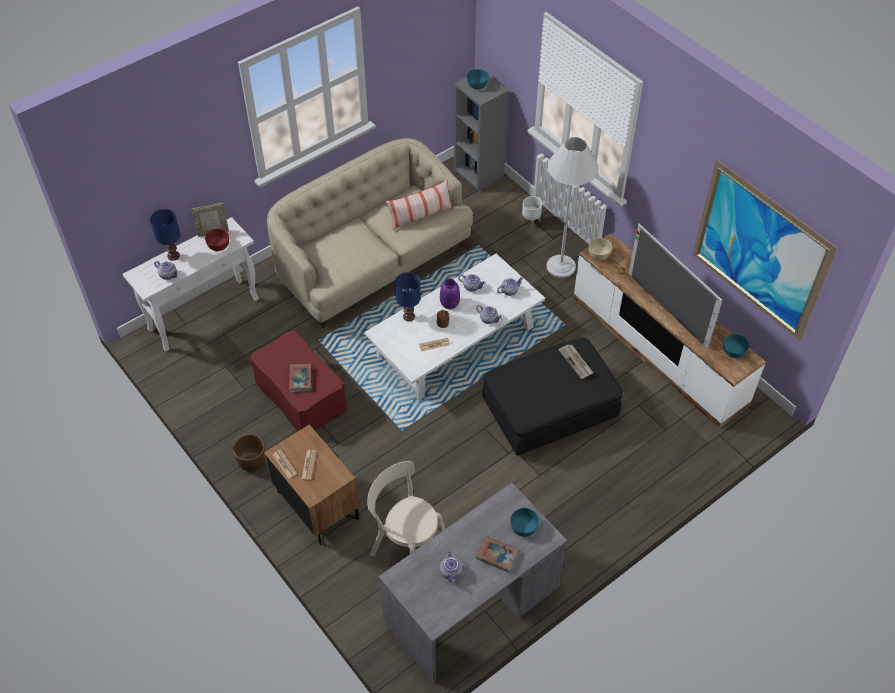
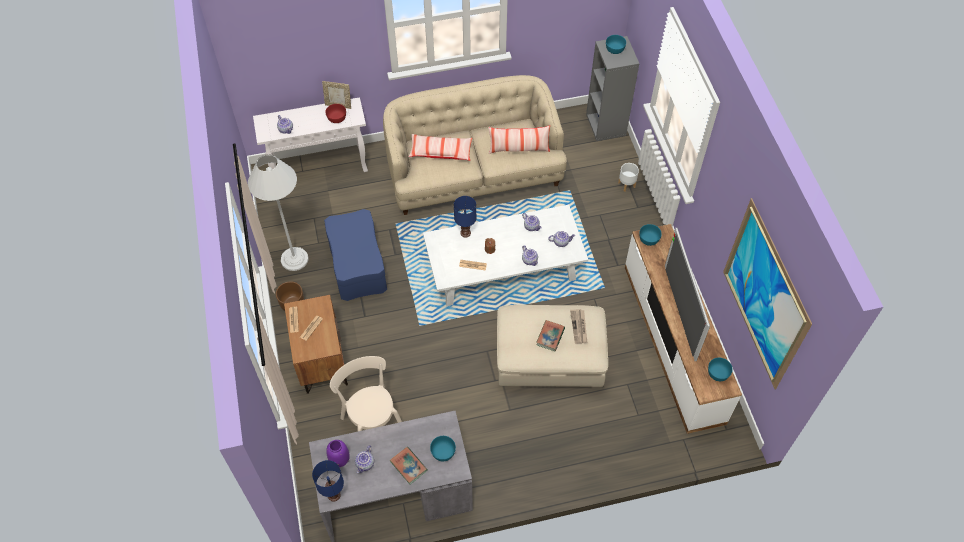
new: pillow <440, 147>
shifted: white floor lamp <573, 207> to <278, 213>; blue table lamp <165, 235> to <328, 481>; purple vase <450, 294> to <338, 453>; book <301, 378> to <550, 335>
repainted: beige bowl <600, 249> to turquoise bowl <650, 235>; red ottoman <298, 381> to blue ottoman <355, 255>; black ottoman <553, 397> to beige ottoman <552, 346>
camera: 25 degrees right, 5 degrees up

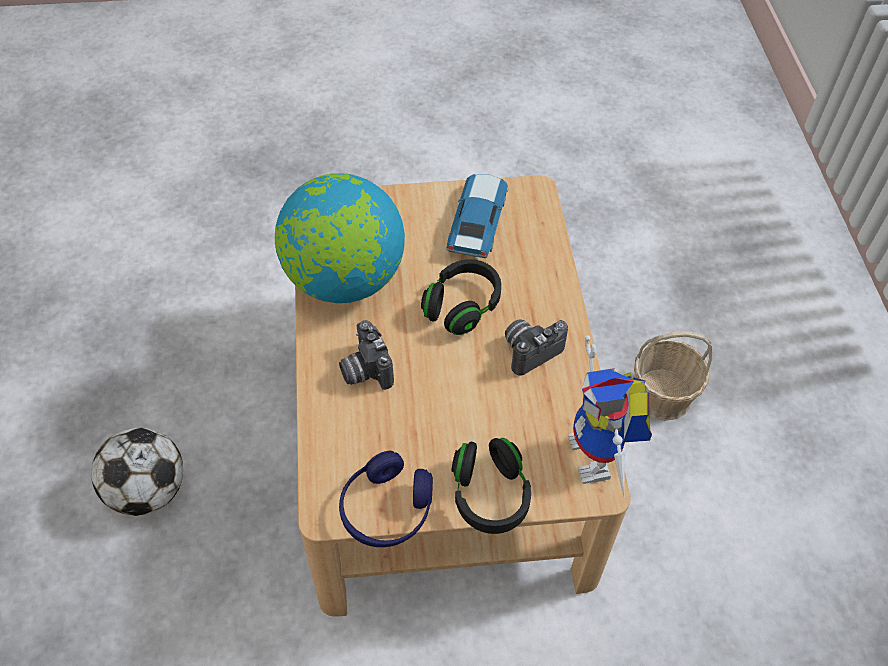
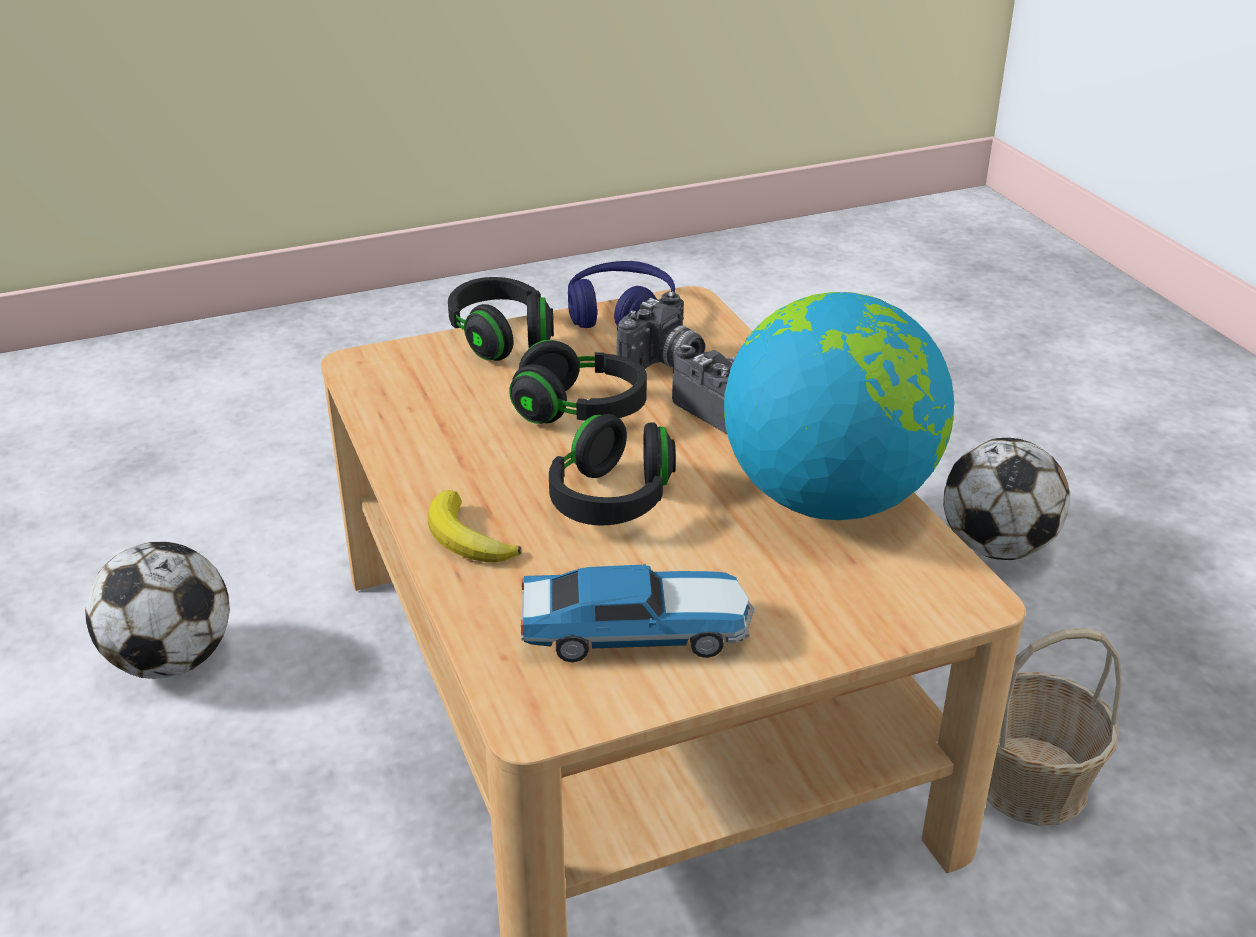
gone: toy robot <610, 416>
new: black headphones <578, 382>; banana <474, 526>; football <157, 610>
shifted: photo camera <536, 347> to <661, 330>; basket <673, 376> to <1054, 727>
rotated: toy car <477, 216> = <637, 613> 90 degrees counterclockwise
camera: 165 degrees right, 20 degrees down

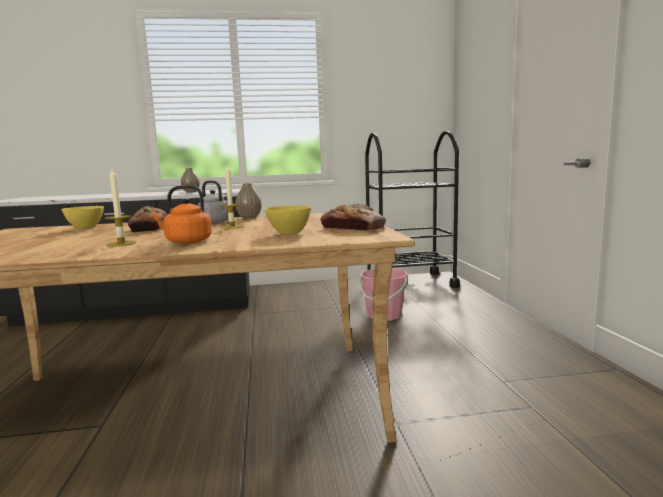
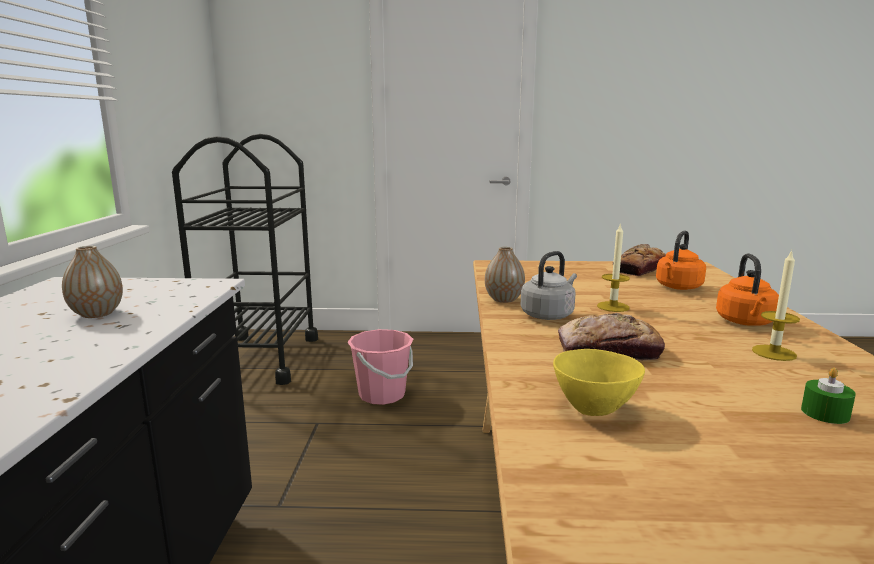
new: green candle <828, 396>
swapped: yellow bowl <287, 220> to orange kettle <681, 260>
camera: 80 degrees left, 5 degrees up

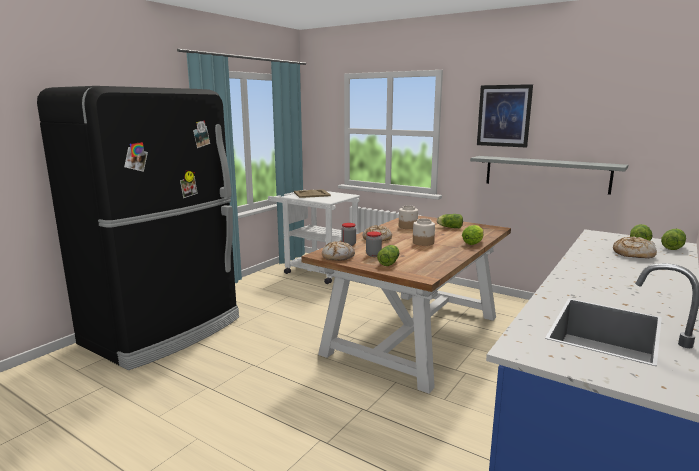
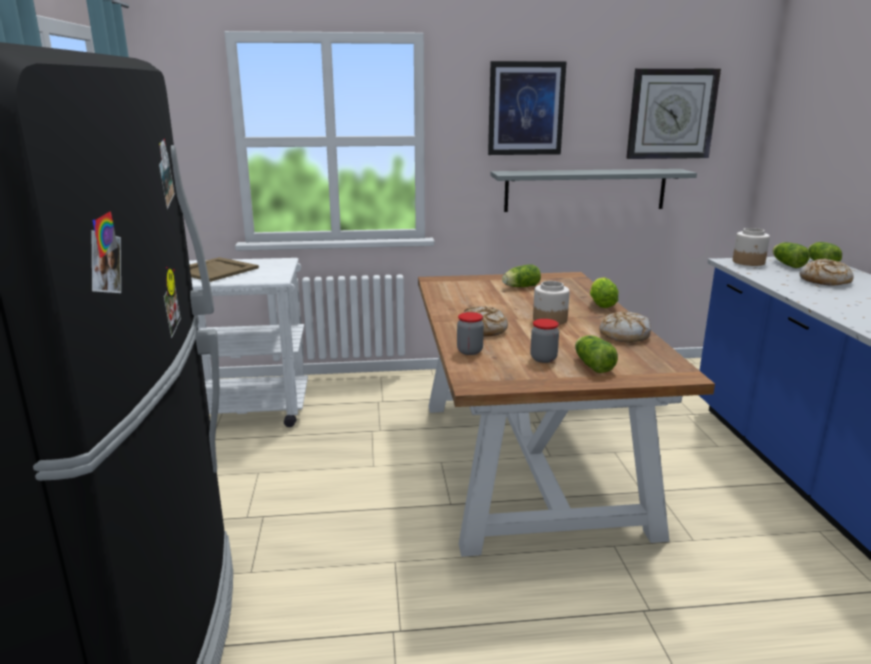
new: wall clock <673, 113>
shifted: jar <408, 217> to <751, 247>; bread <338, 251> to <625, 327>
camera: 40 degrees left, 5 degrees up

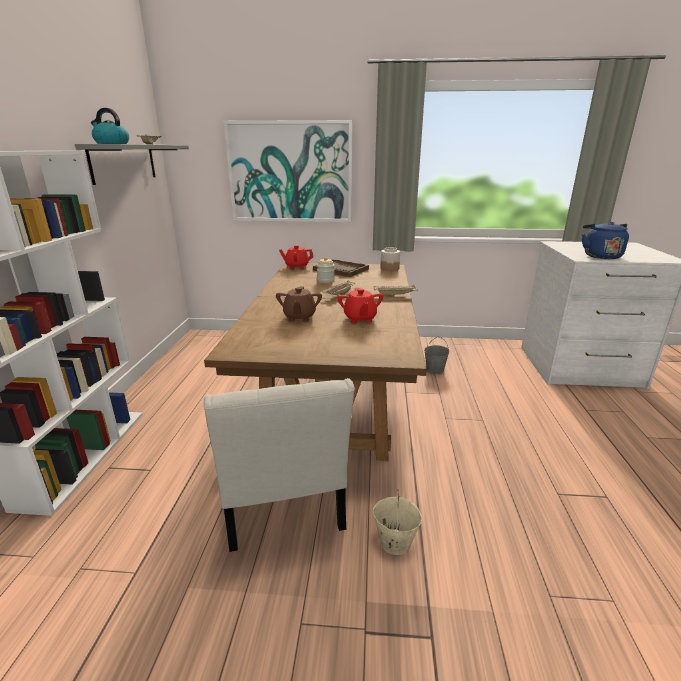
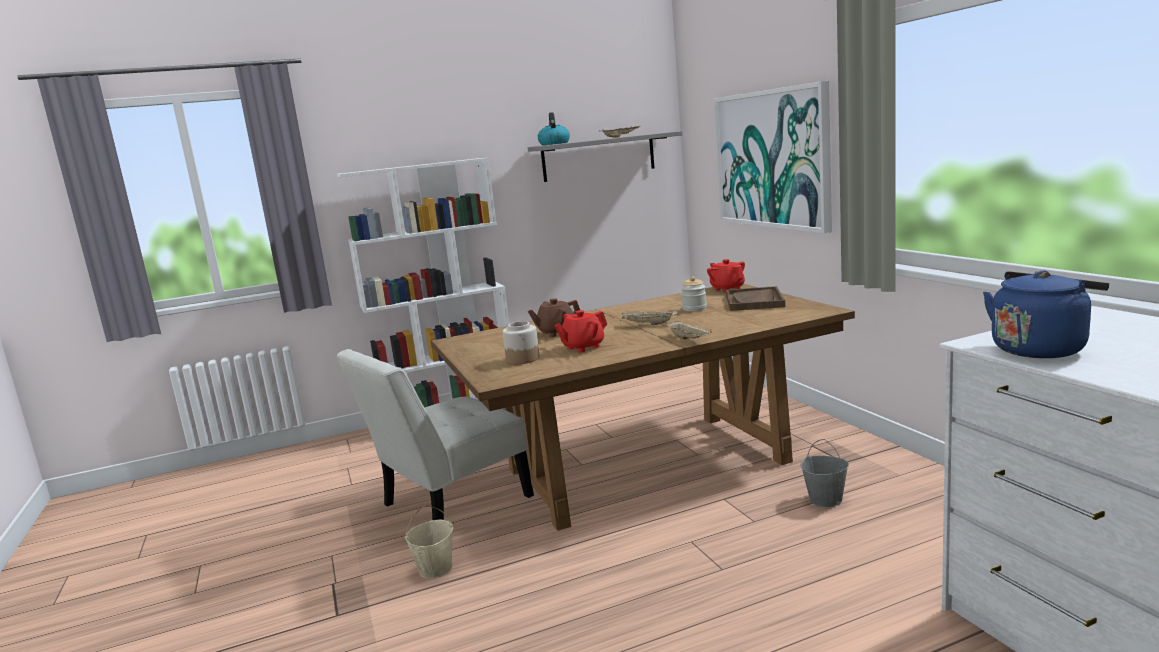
shifted: jar <390, 259> to <521, 342>
camera: 65 degrees right, 10 degrees down

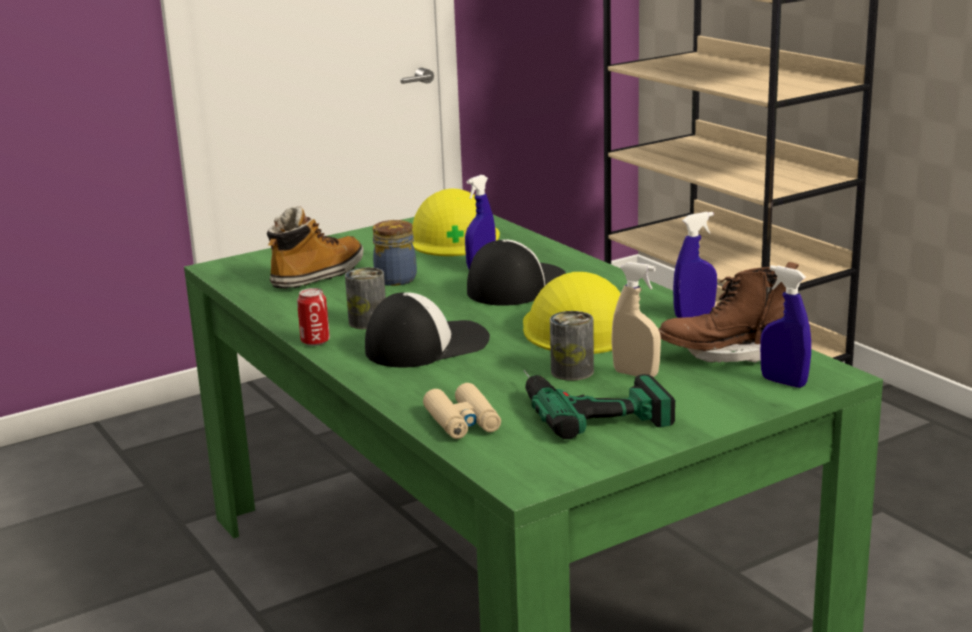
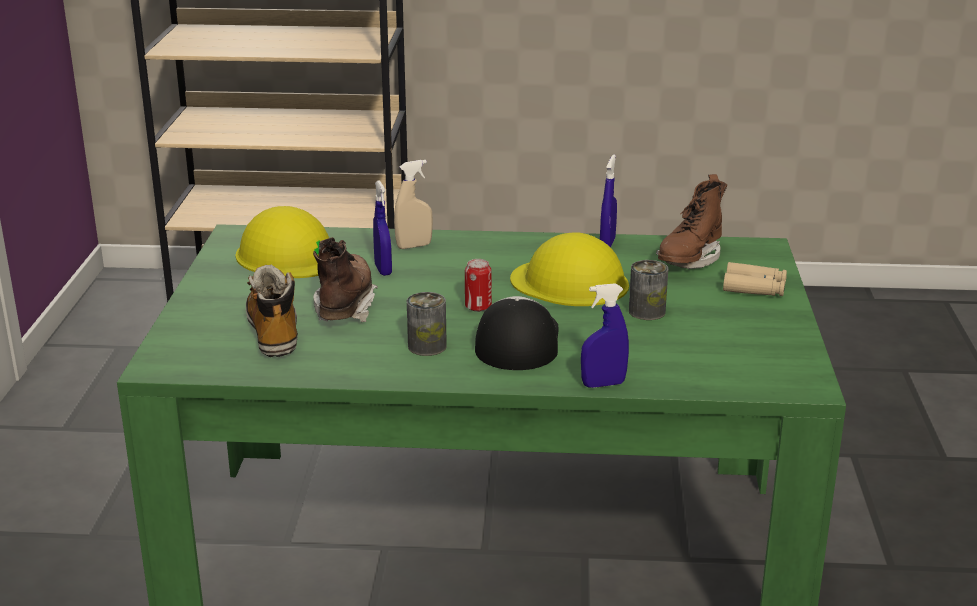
gone: cap <516, 272>; power drill <599, 404>
shifted: beige spray bottle <636, 319> to <413, 204>; blue spray bottle <785, 326> to <605, 335>; can <313, 317> to <478, 285>; beige binoculars <462, 411> to <755, 279>
swapped: jar <395, 253> to brown boot <345, 279>
camera: 55 degrees left, 5 degrees up

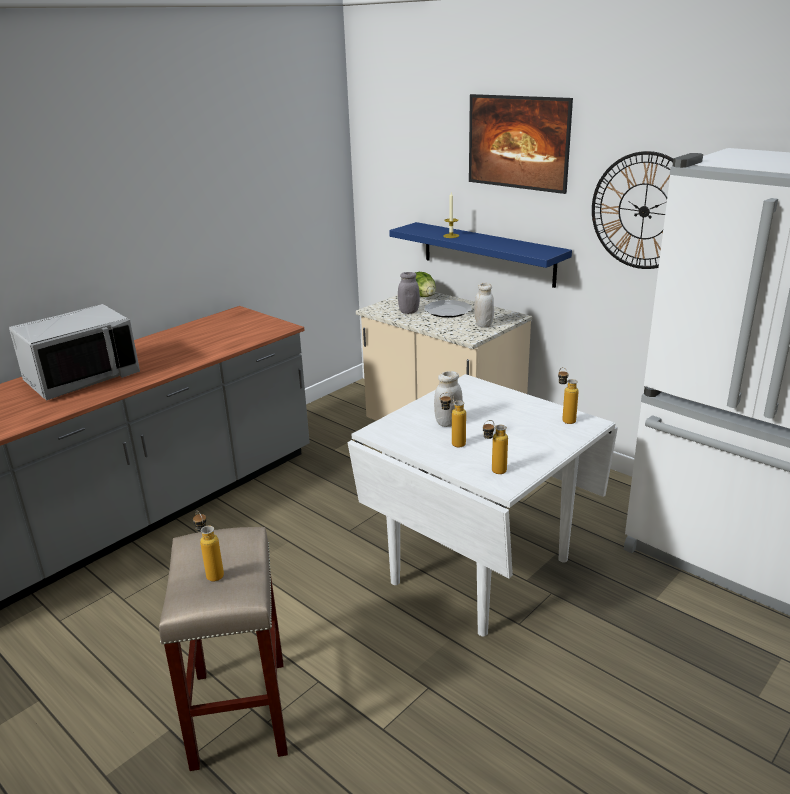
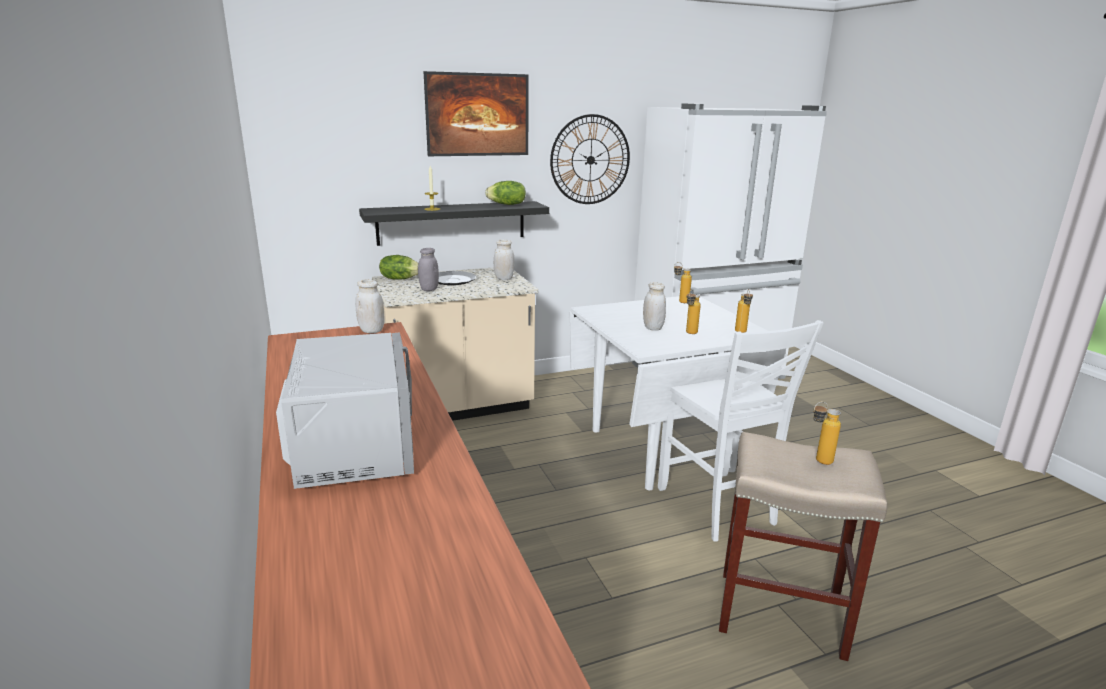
new: lettuce <505, 193>; white jar <369, 306>; white chair <741, 431>
repainted: blue shelf <480, 255> to black shelf <454, 223>
camera: 65 degrees left, 5 degrees down

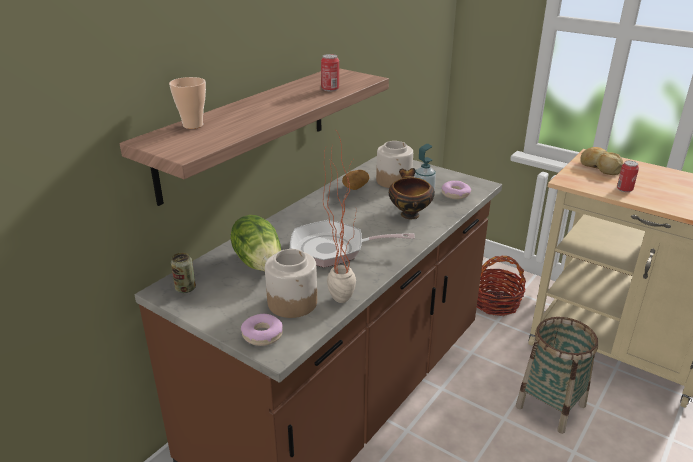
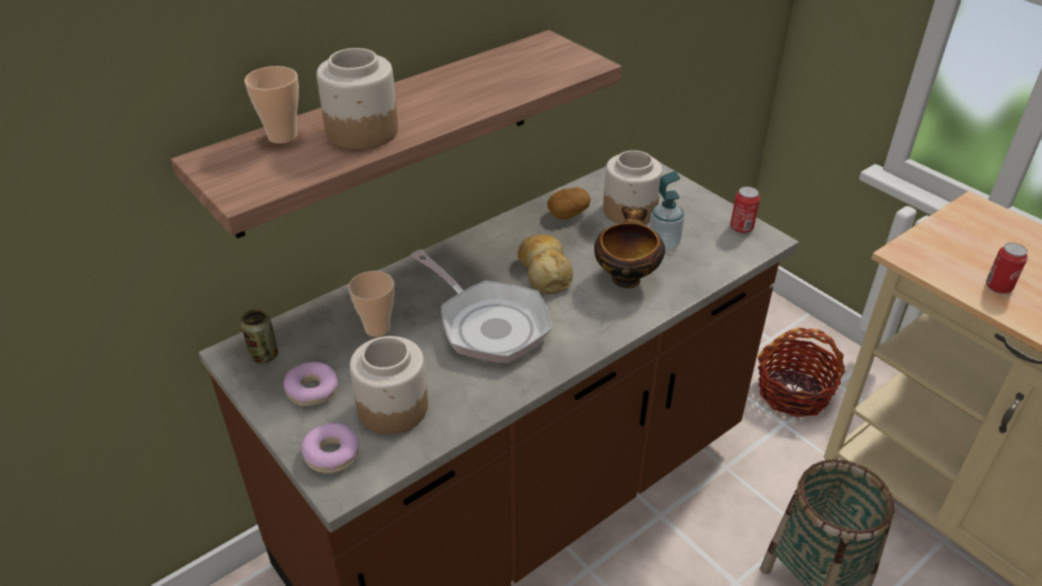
gone: potted plant <339, 216>
new: jar <357, 99>
shifted: can <330, 72> to <745, 210>; bread <601, 161> to <545, 264>; donut <456, 190> to <311, 384>
swapped: lettuce <256, 243> to cup <371, 304>
rotated: frying pan <352, 244> = <481, 307> 150 degrees counterclockwise
camera: 15 degrees right, 10 degrees up

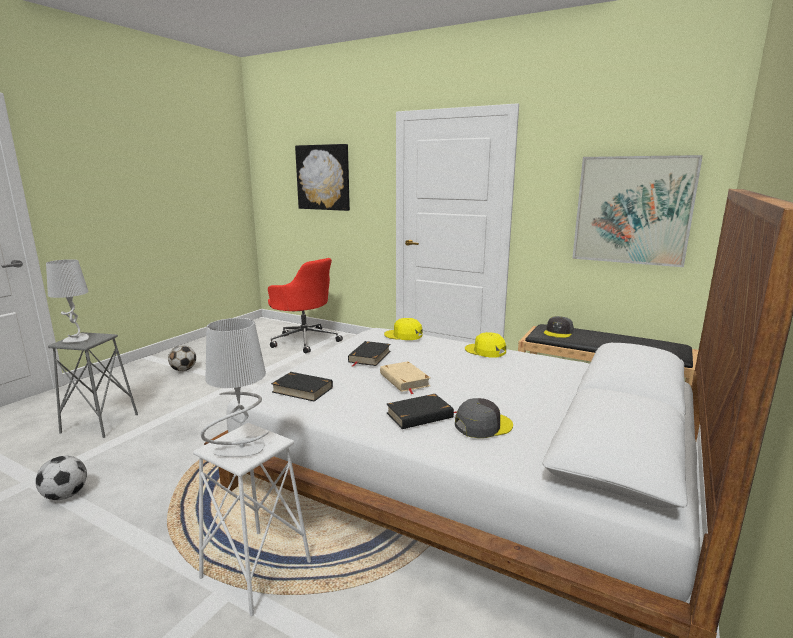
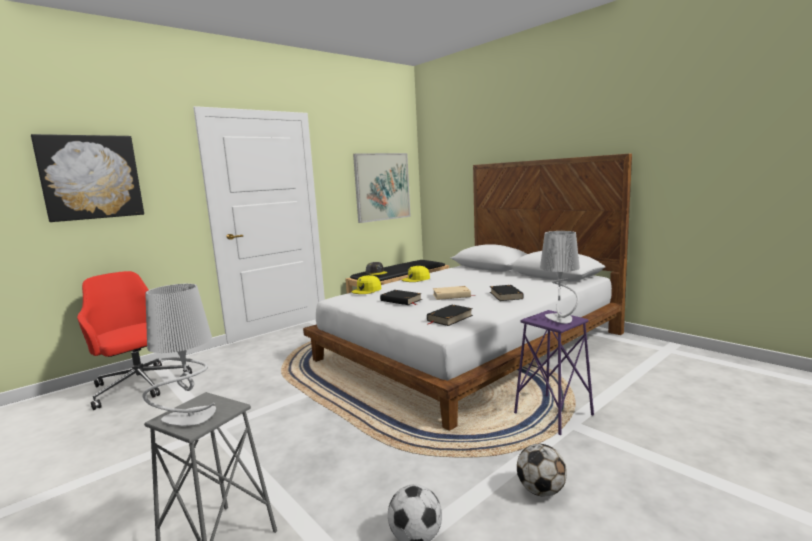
gone: grey cap <484, 418>
shifted: football <182, 358> to <542, 470>
repainted: white stool <252, 520> to purple stool <554, 372>
rotated: red office chair <305, 306> = <134, 340> 105 degrees counterclockwise
camera: 70 degrees left, 5 degrees down

